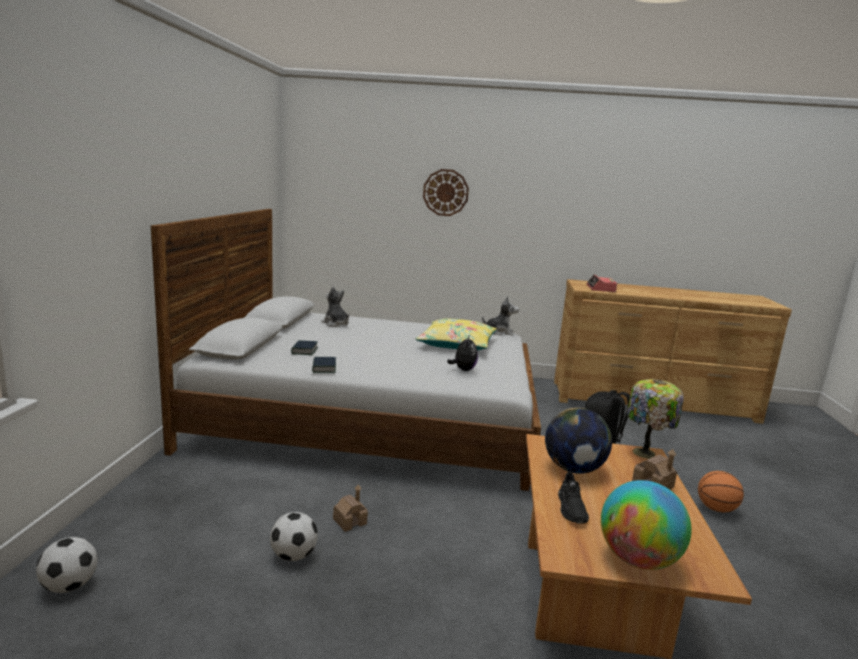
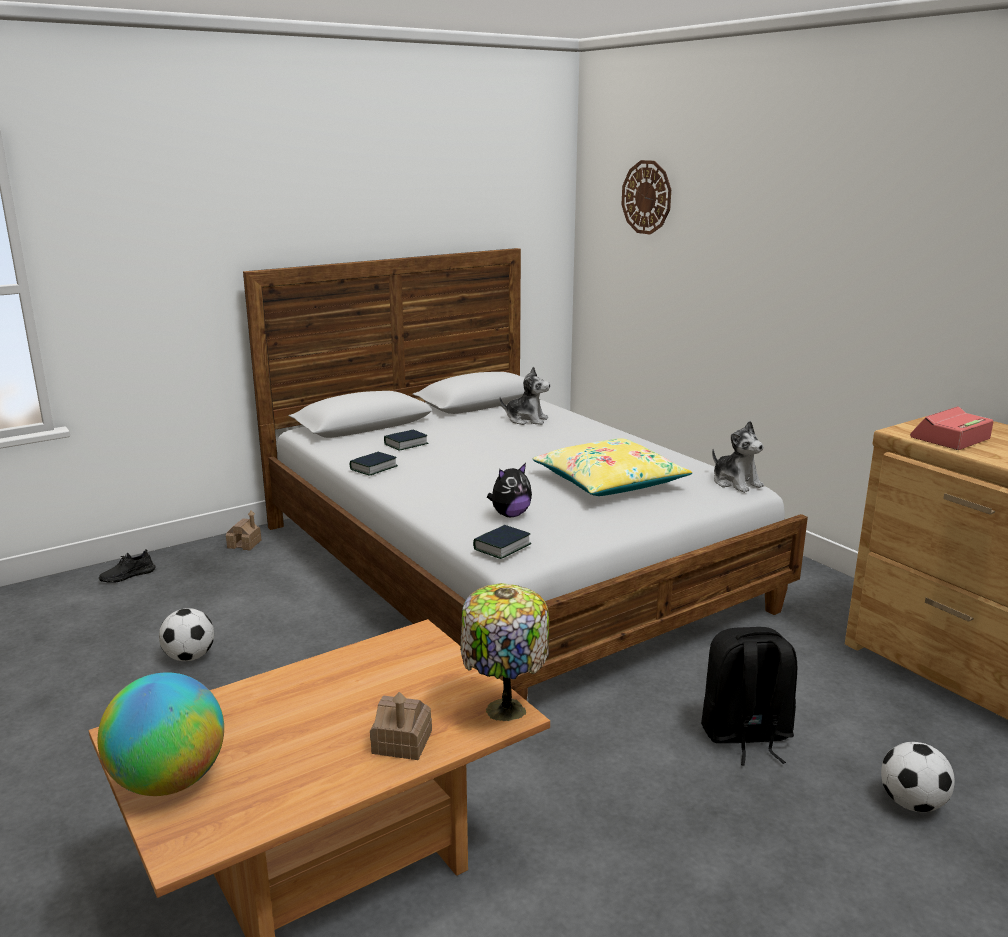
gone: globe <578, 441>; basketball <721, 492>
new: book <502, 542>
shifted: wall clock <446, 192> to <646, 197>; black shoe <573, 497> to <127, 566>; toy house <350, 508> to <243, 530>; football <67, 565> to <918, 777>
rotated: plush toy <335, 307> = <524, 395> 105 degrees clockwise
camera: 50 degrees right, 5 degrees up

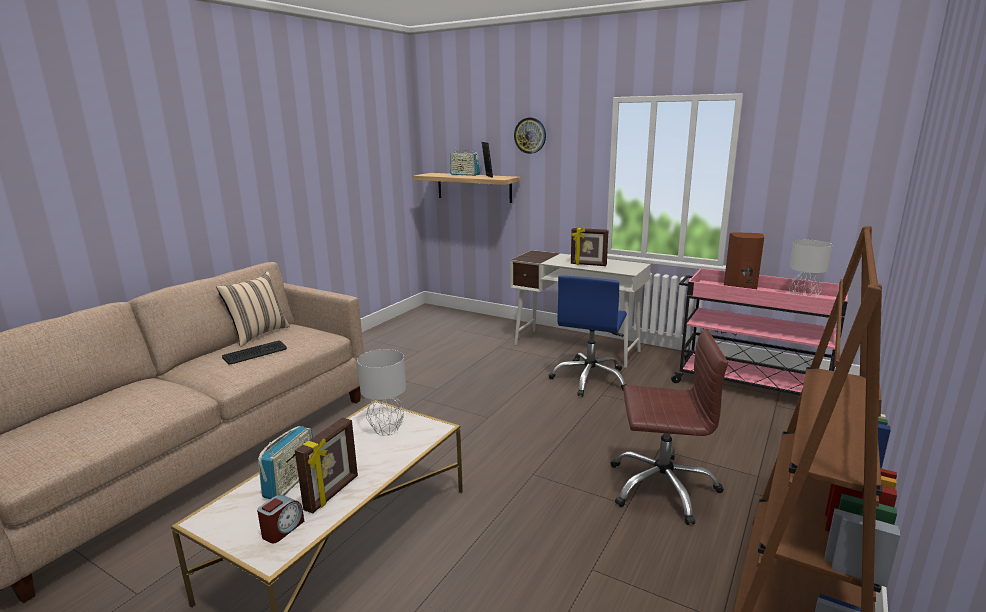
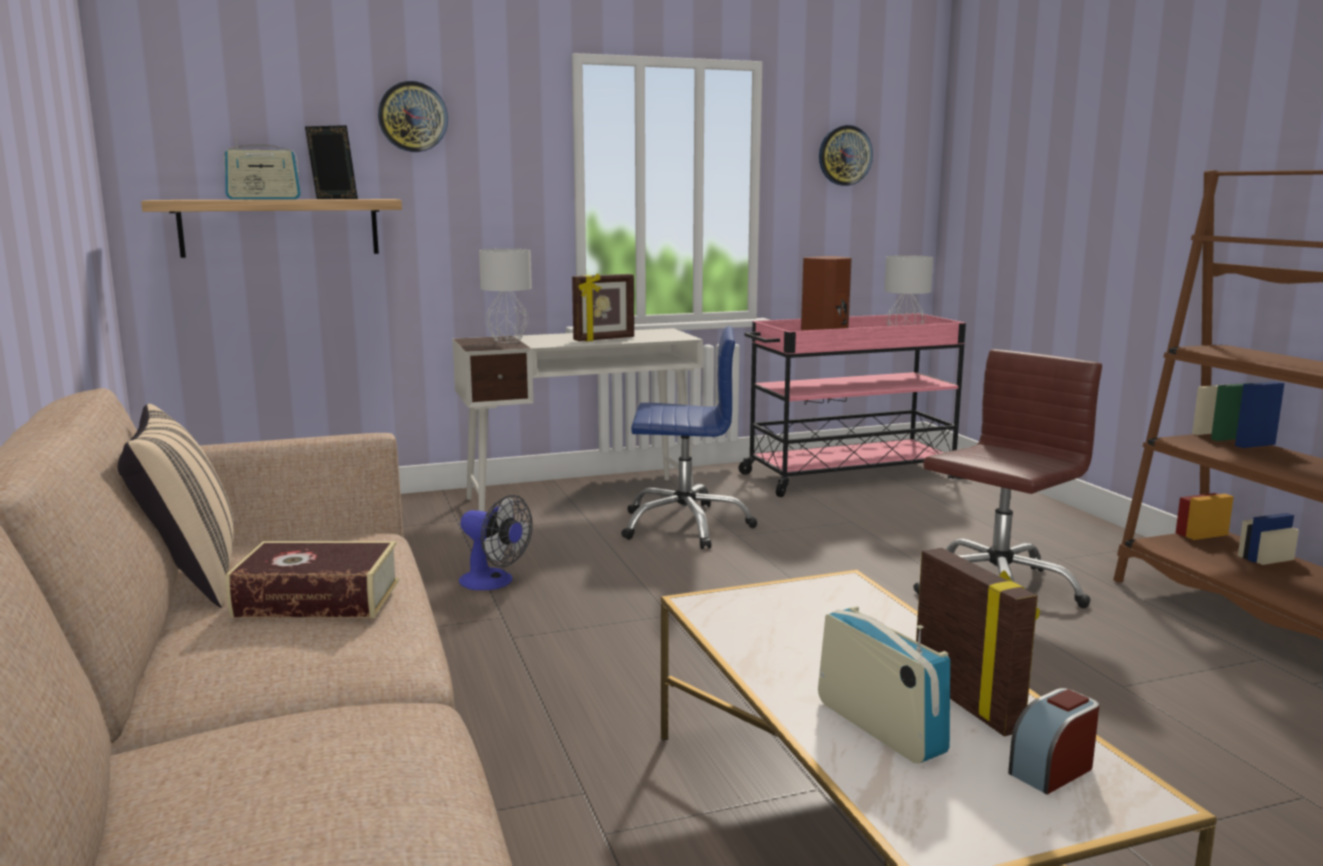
new: wall clock <846, 155>; fan <496, 542>
shifted: grey table lamp <381, 392> to <505, 296>
swapped: keyboard <254, 352> to book <312, 579>
rotated: blue office chair <588, 336> = <689, 437> 60 degrees counterclockwise; alarm clock <280, 519> = <1053, 741> 105 degrees counterclockwise
camera: 50 degrees left, 5 degrees down

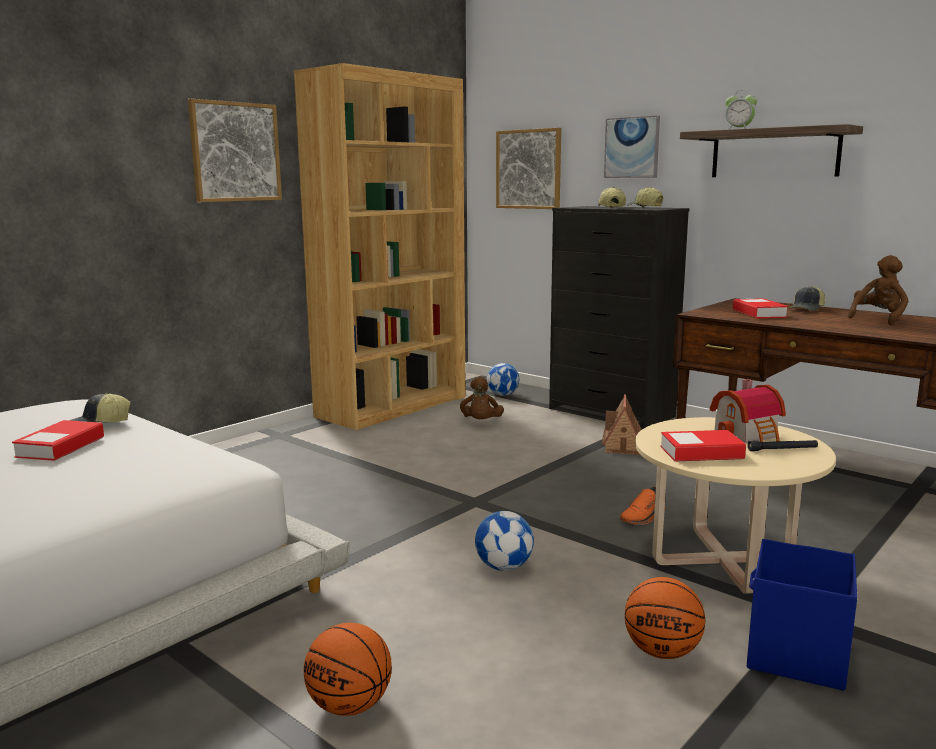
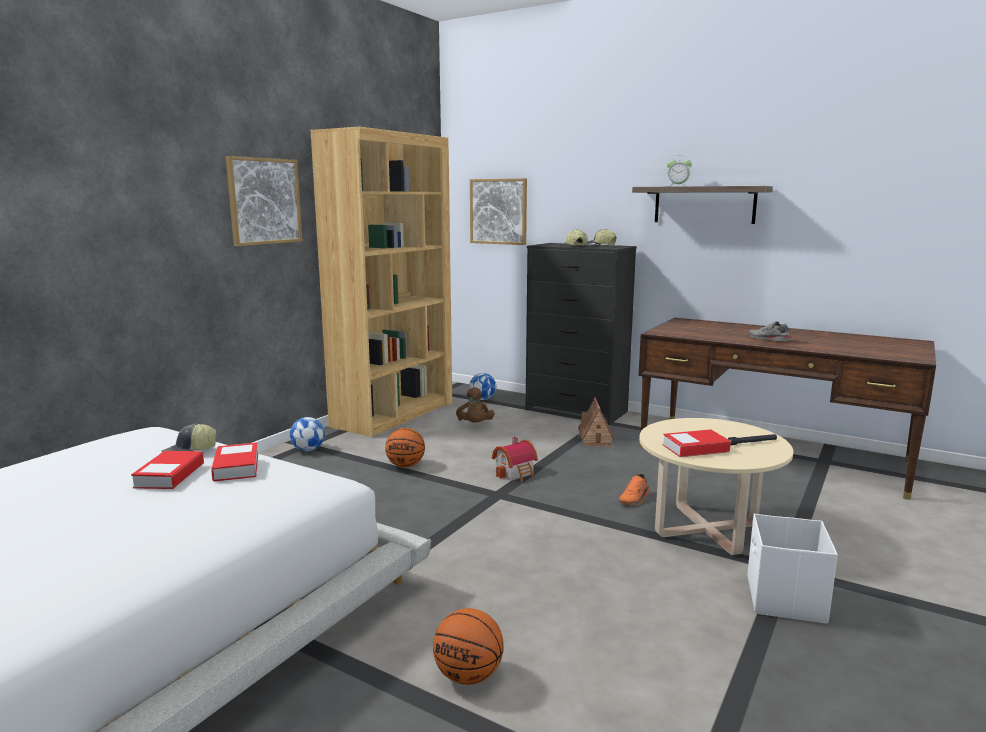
gone: picture <632, 146>; brown plush toy <878, 290>; cap <807, 298>
new: grey shoe <770, 331>
shifted: book <760, 308> to <234, 461>; toy house <748, 411> to <515, 459>; football <504, 541> to <307, 434>; basketball <665, 618> to <405, 447>
repainted: blue storage box <802, 614> to white storage box <792, 569>
camera: 10 degrees left, 0 degrees up

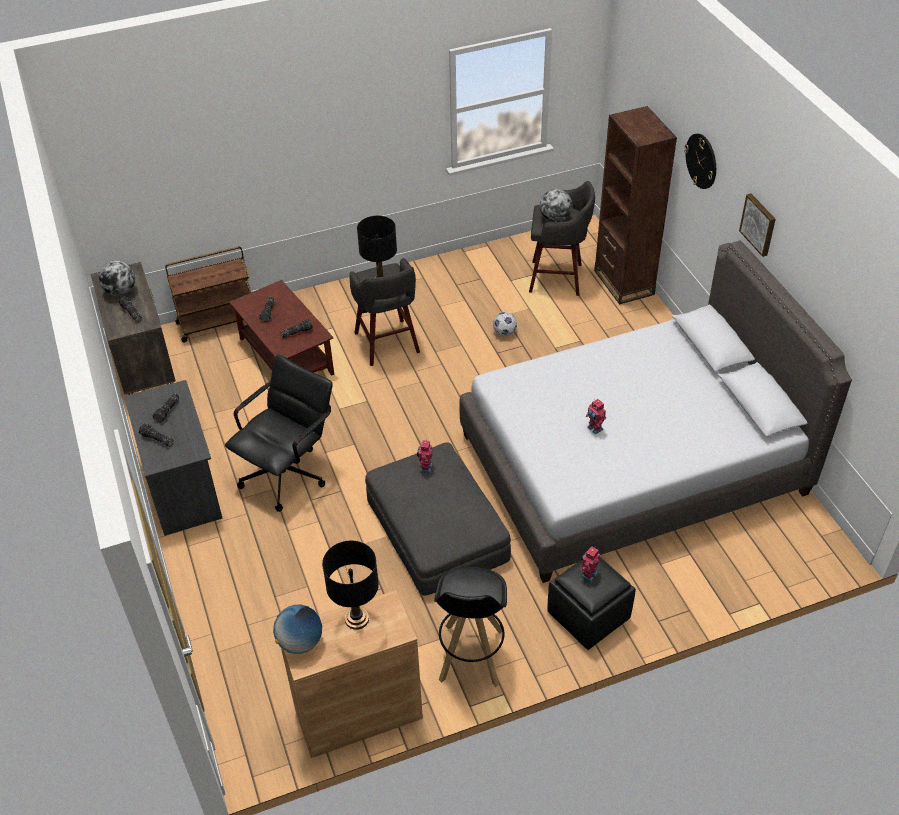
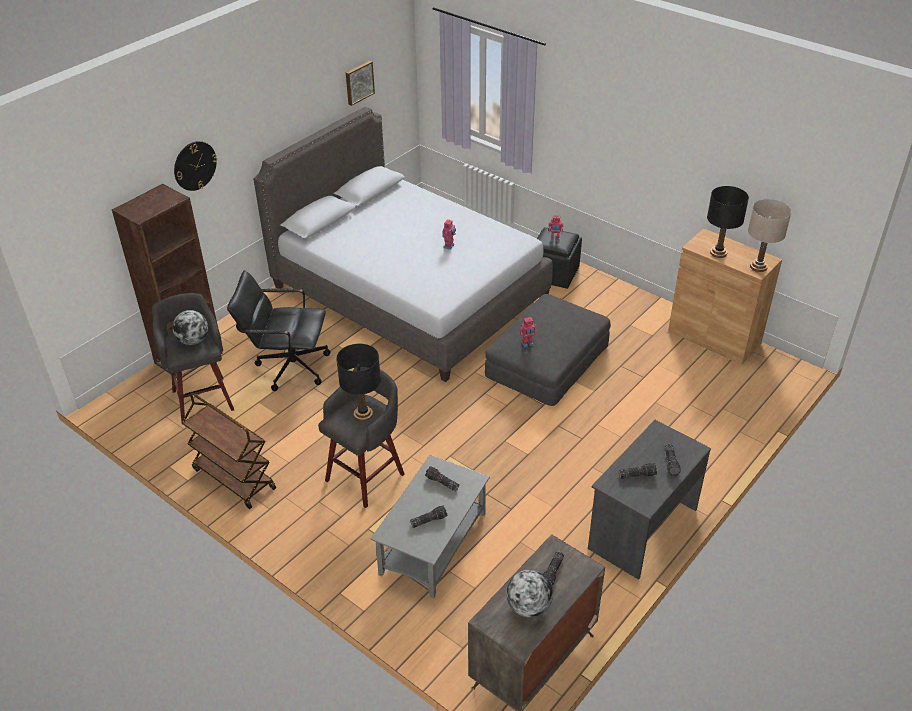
gone: football <505, 324>; black stool <470, 627>
shifted: picture <757, 225> to <360, 83>; brown cart <208, 295> to <229, 450>; black office chair <279, 433> to <279, 330>
swapped: globe <297, 629> to beige table lamp <770, 235>
repainted: brown coffee table <281, 328> to grey coffee table <430, 526>
camera: 120 degrees left, 5 degrees down

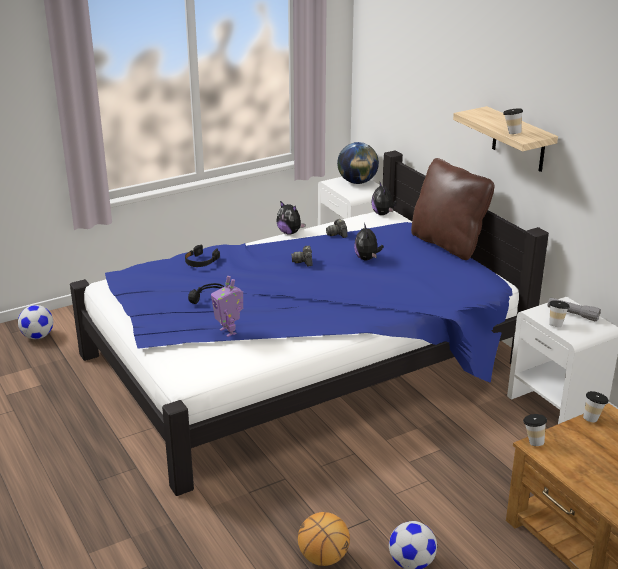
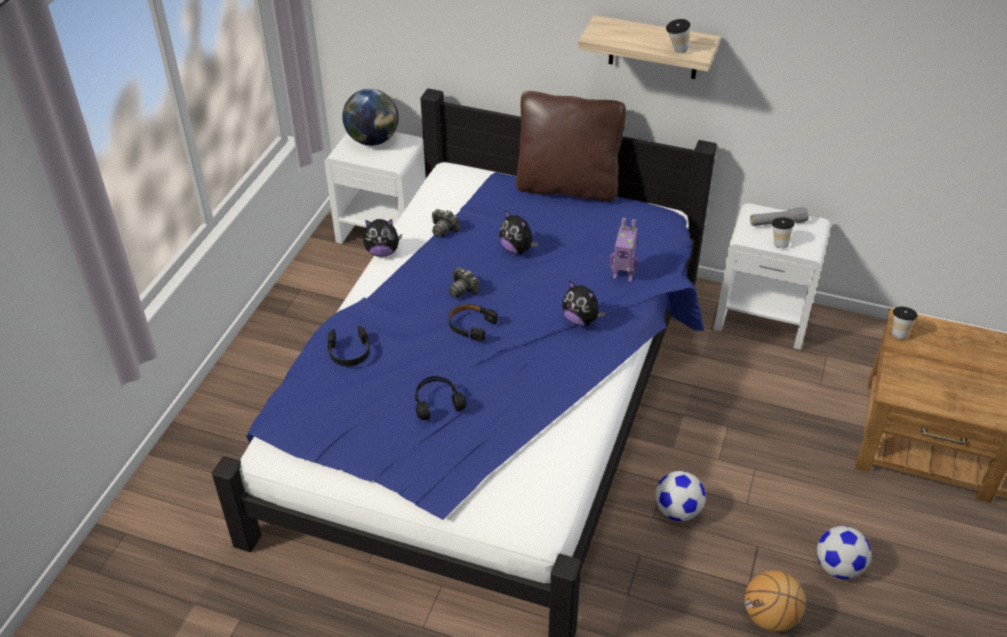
gone: cup <535, 430>
new: black headphones <473, 322>
shifted: plush toy <384, 199> to <584, 303>; toy robot <227, 306> to <624, 250>; football <35, 322> to <680, 496>
camera: 40 degrees left, 15 degrees up

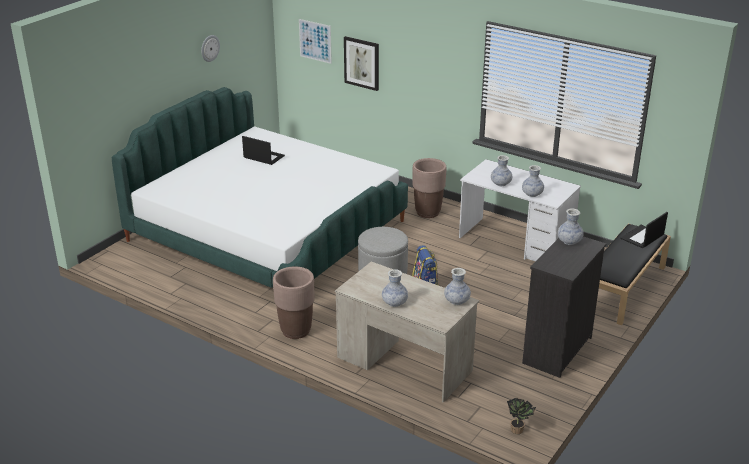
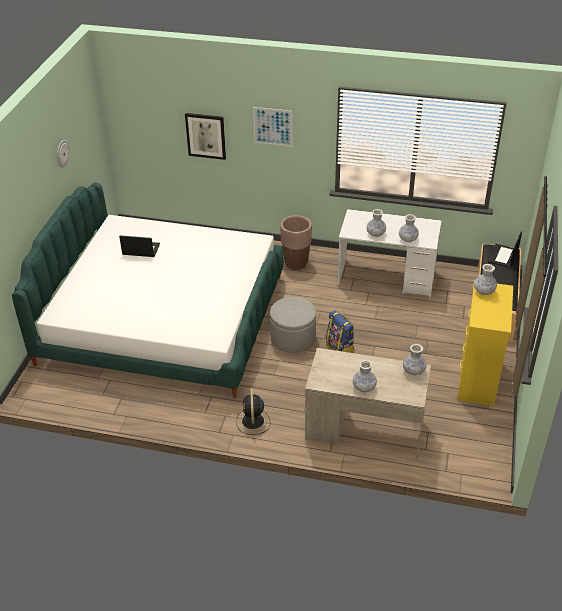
gone: potted plant <521, 416>
shifted: picture <315, 41> to <273, 127>
swapped: brown planter <293, 302> to black fan <253, 411>
repainted: black dresser <564, 307> to yellow dresser <485, 345>
camera: 20 degrees left, 10 degrees up

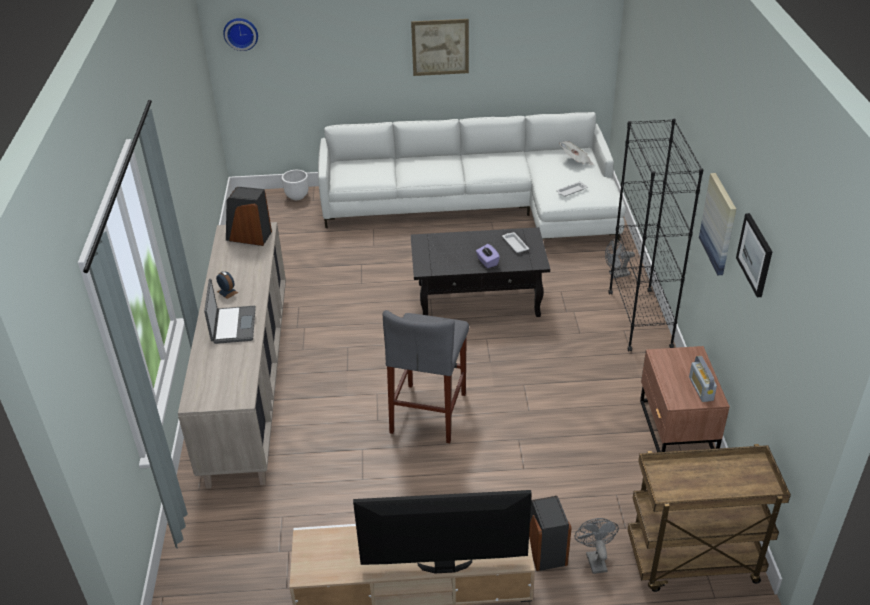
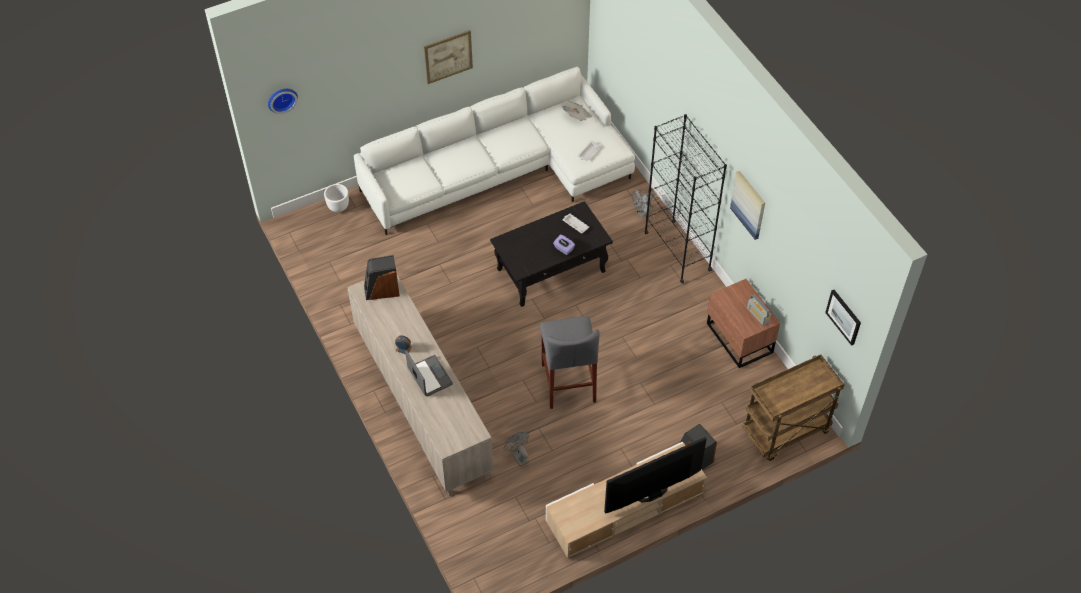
shifted: picture <754, 255> to <843, 318>; grey fan <596, 546> to <516, 449>
camera: 25 degrees left, 15 degrees up

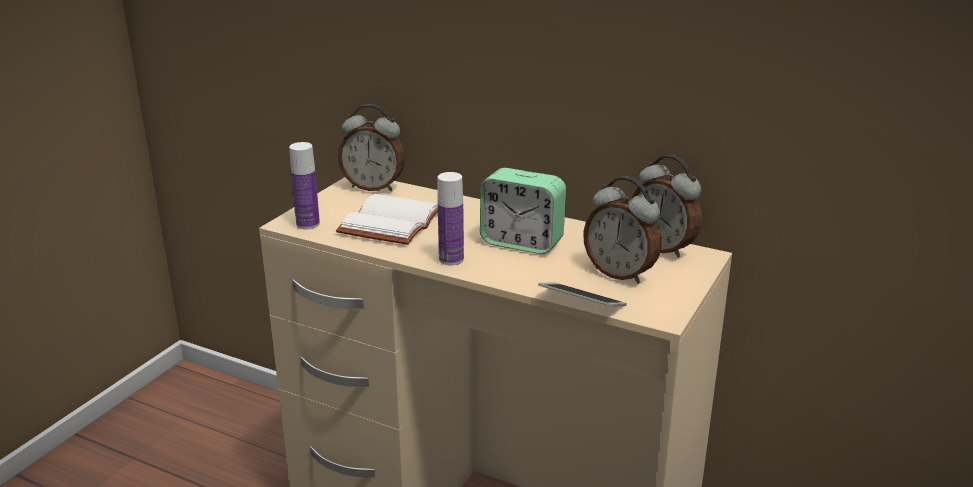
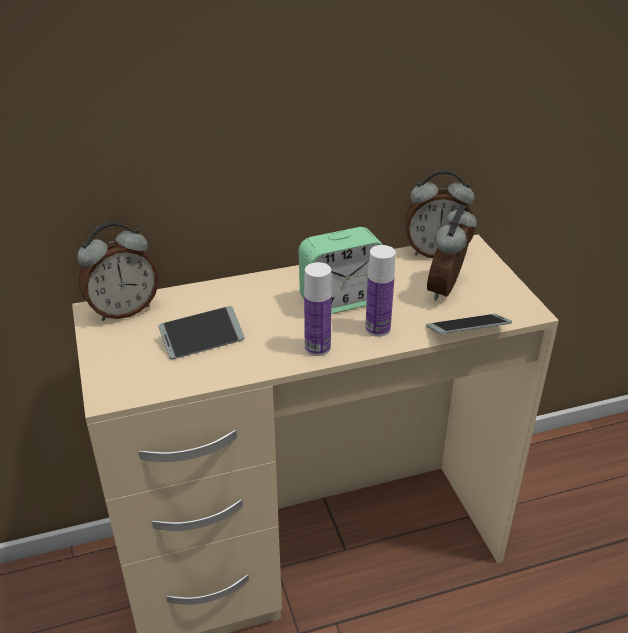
shifted: bottle <304, 185> to <380, 291>
swapped: white book <387, 219> to phone <202, 332>
rotated: alarm clock <622, 230> = <452, 252> 120 degrees clockwise
camera: 45 degrees left, 10 degrees up

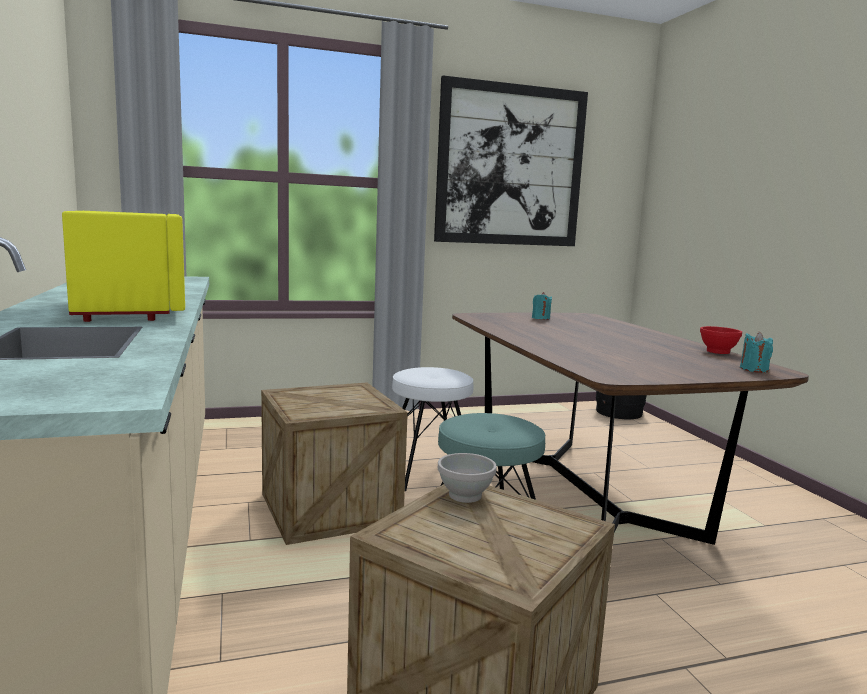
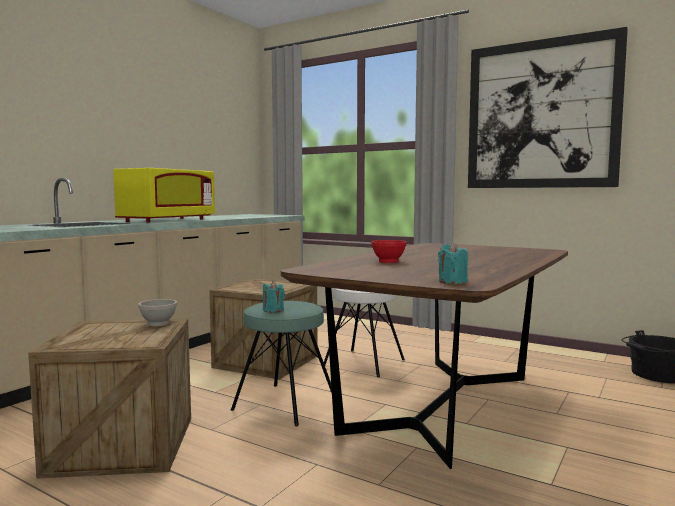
shifted: turquoise candle <542, 306> to <274, 297>; red bowl <721, 340> to <388, 251>
camera: 50 degrees right, 5 degrees down

